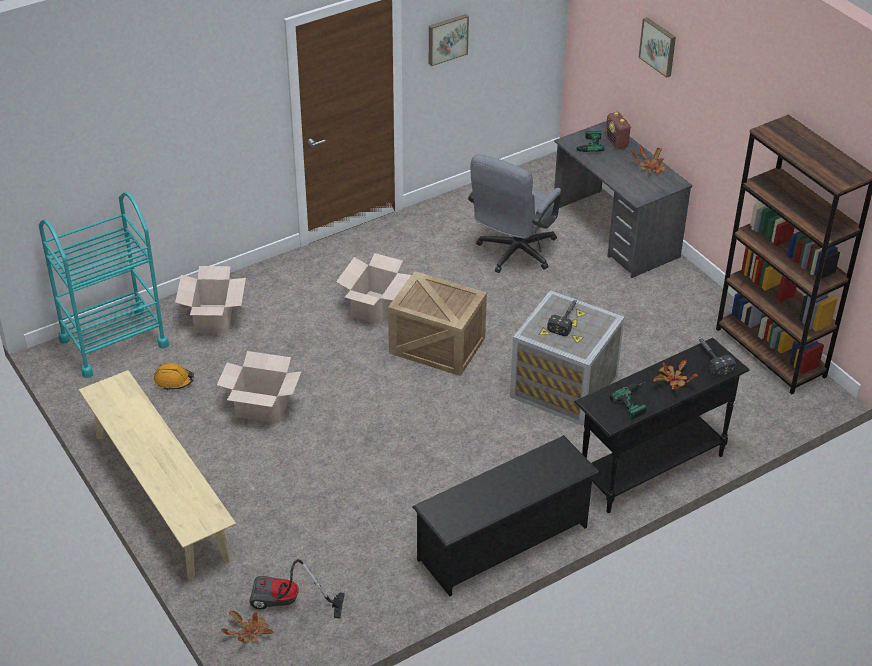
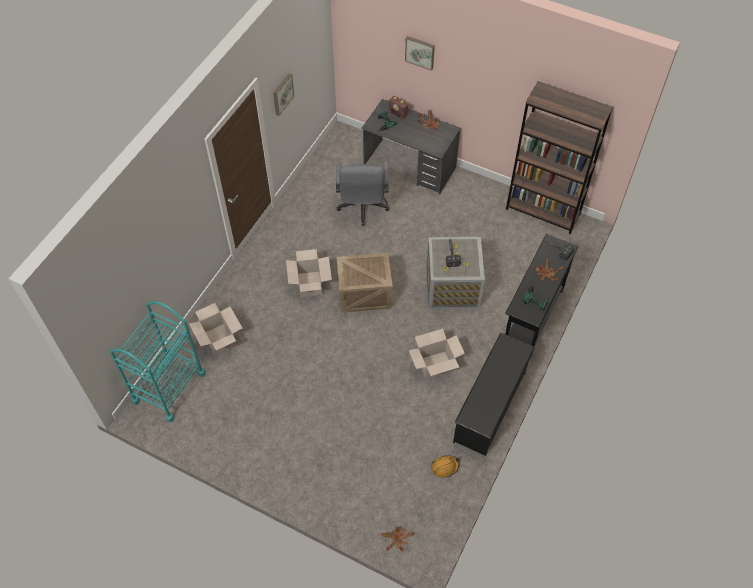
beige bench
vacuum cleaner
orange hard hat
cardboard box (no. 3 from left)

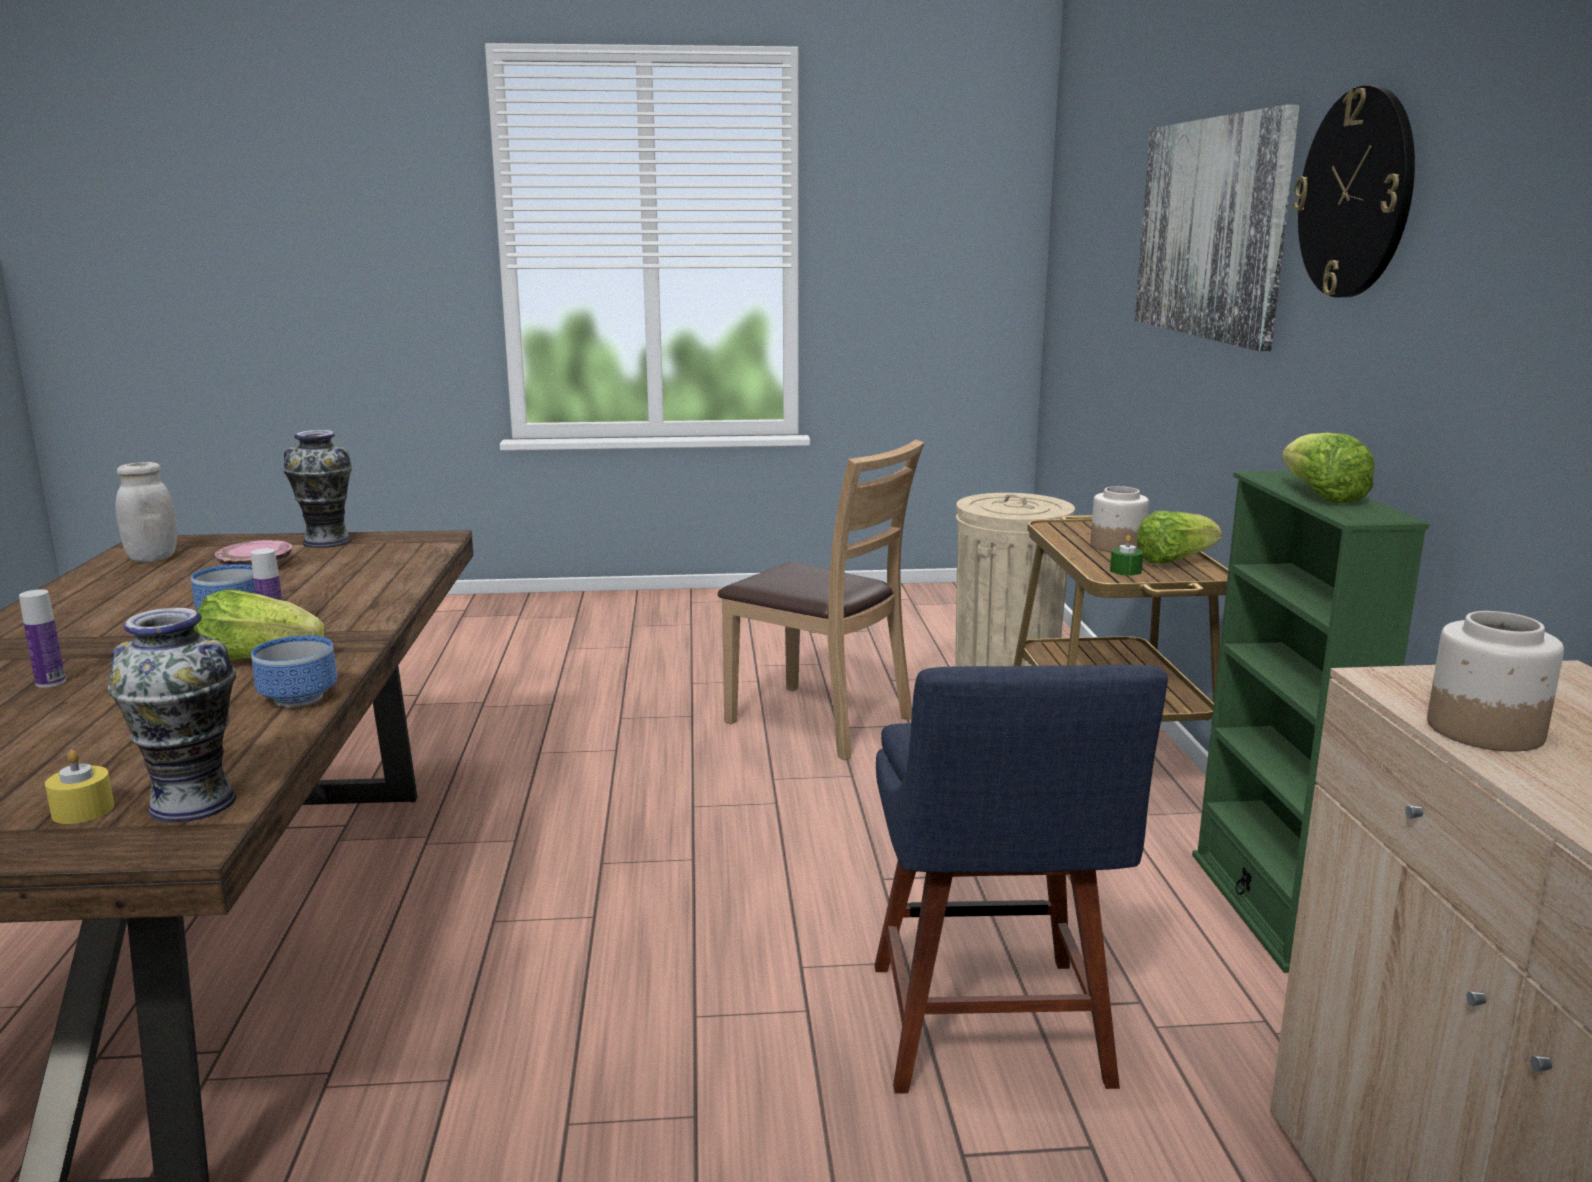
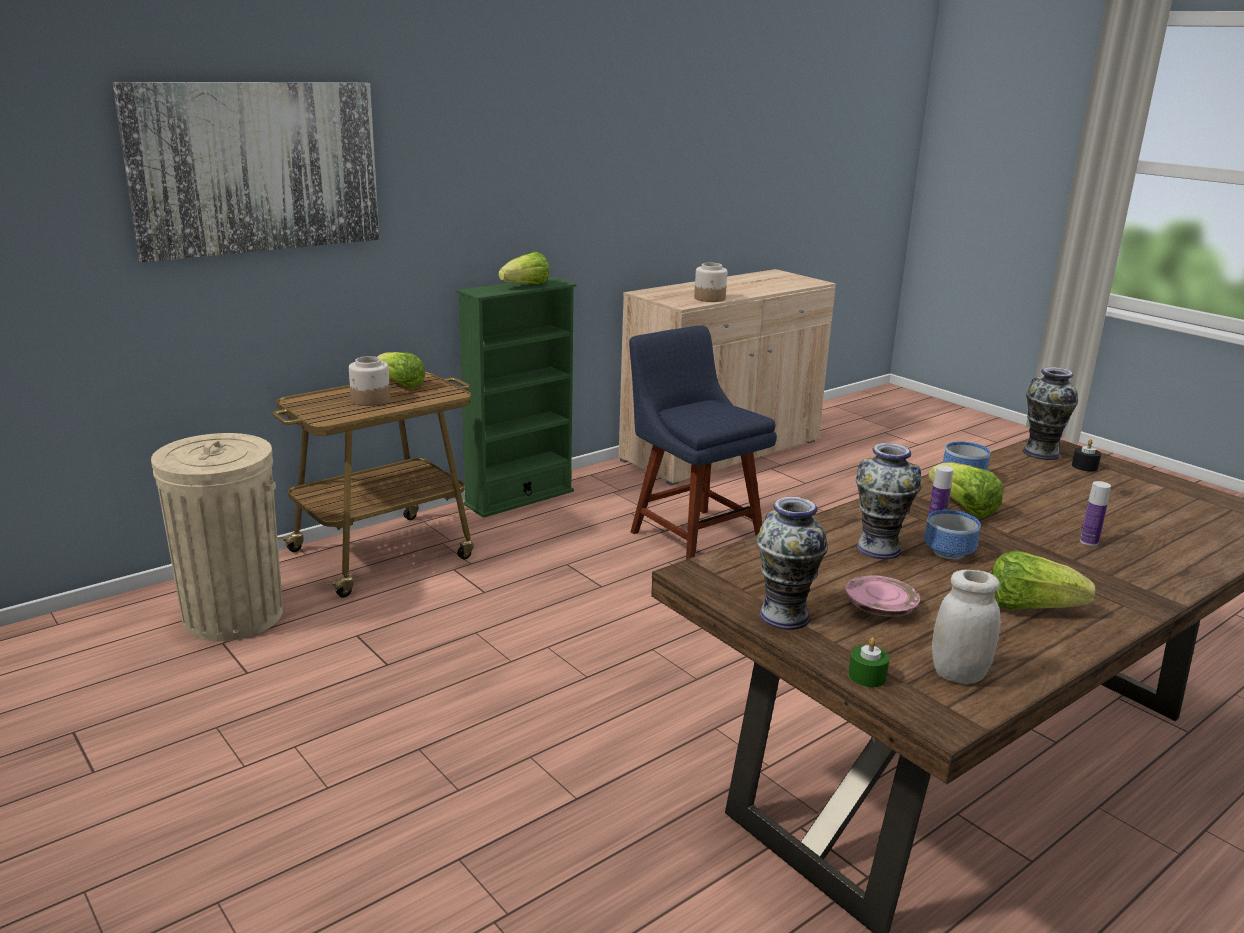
brown chair
wall clock
vase (no. 2 from left)
lettuce (no. 4 from left)
green candle
black candle
blue chair

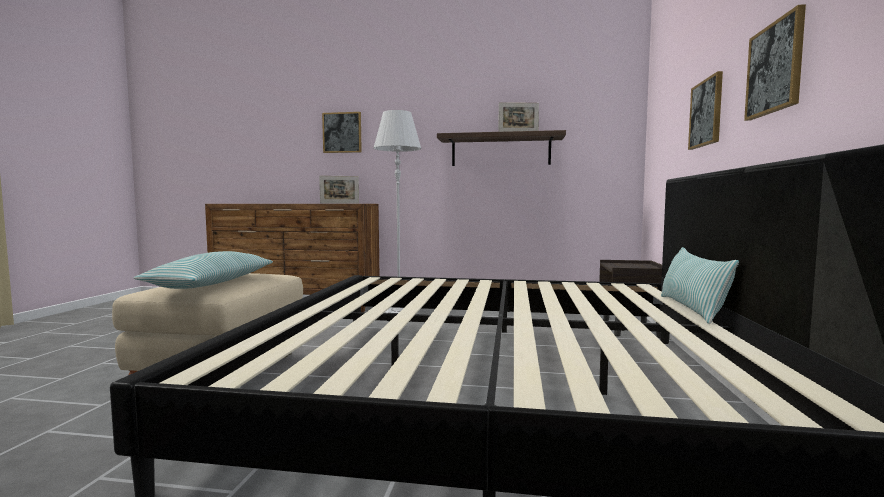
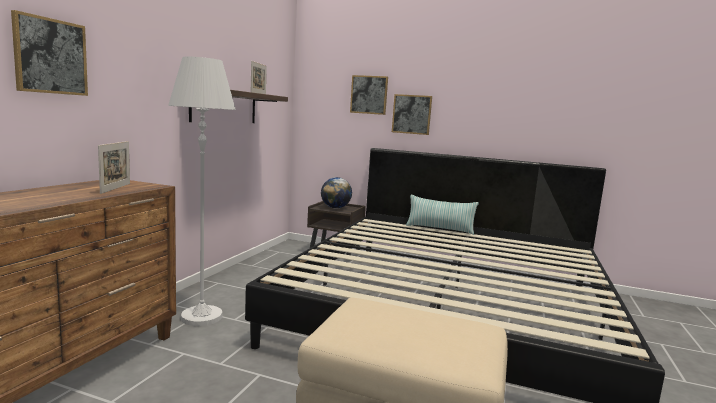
pillow (no. 1 from left in the first image)
globe
picture (no. 2 from left)

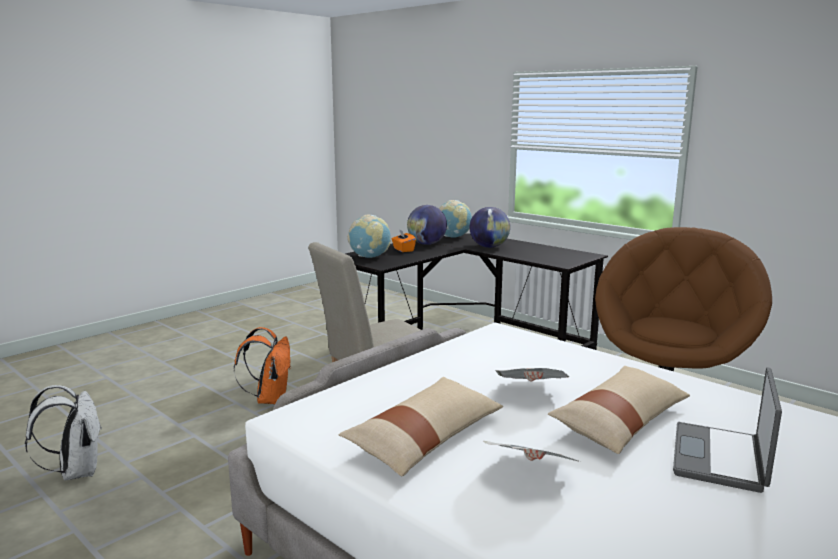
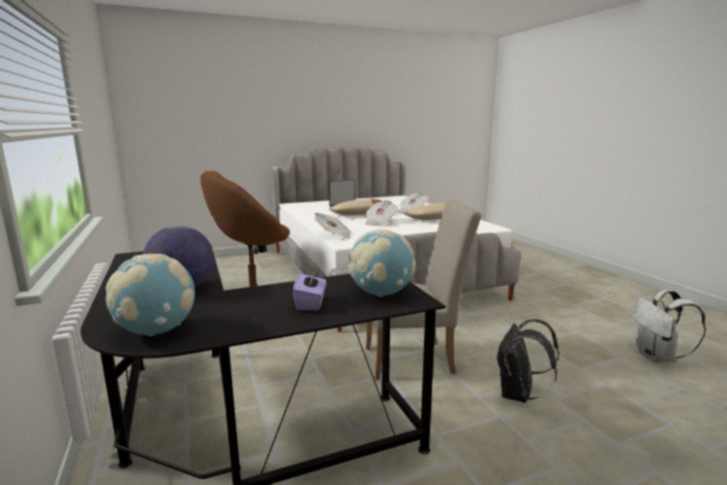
globe (no. 2 from left in the first image)
newspaper (no. 1 from left)
black backpack
purple tissue box

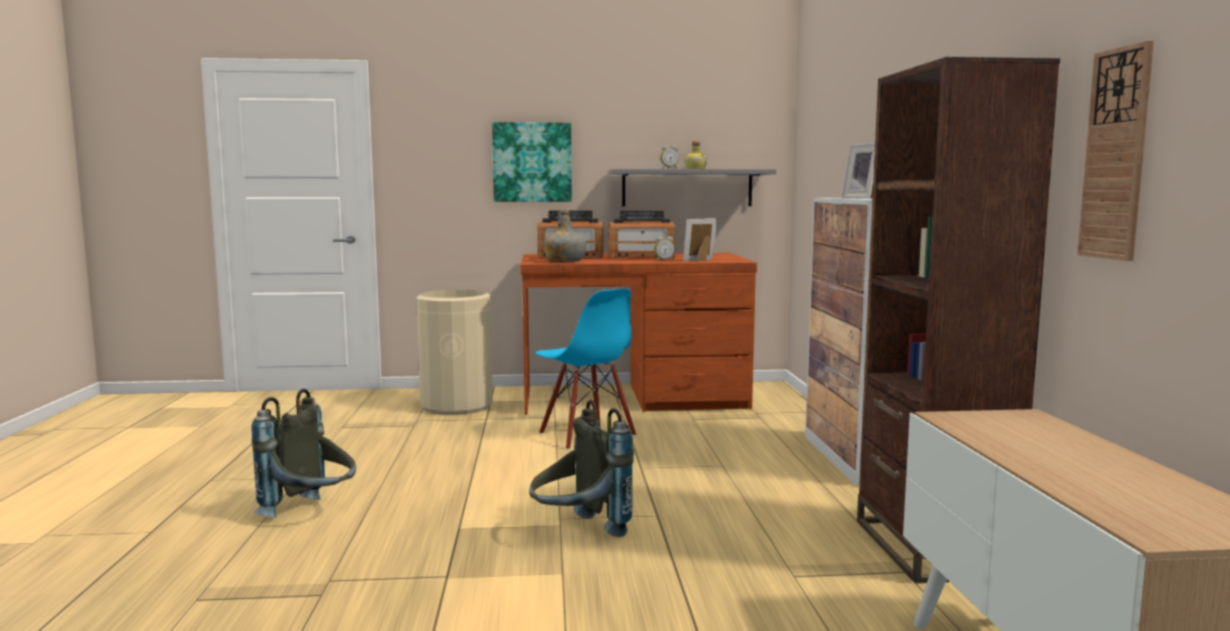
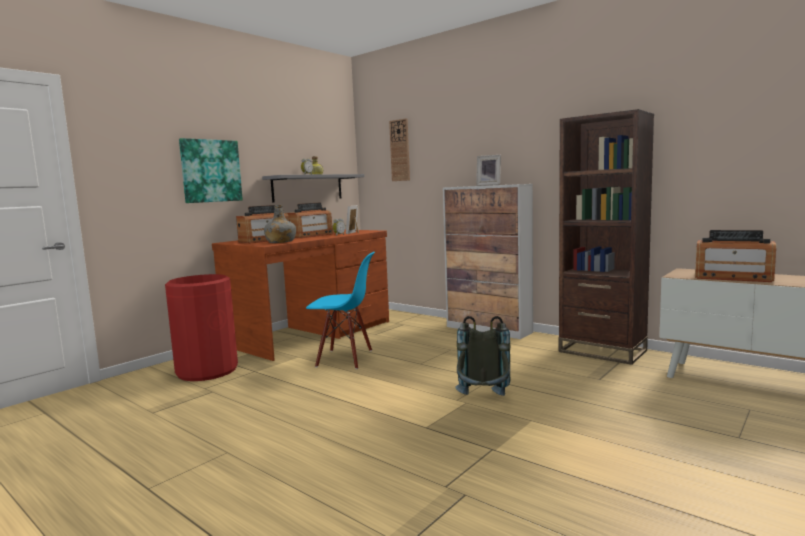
grey backpack (no. 1 from left in the first image)
radio (no. 3 from left)
wall clock
red trash can

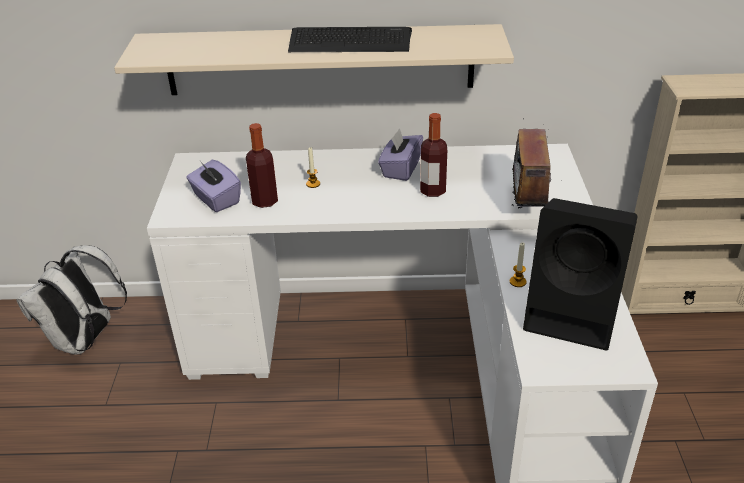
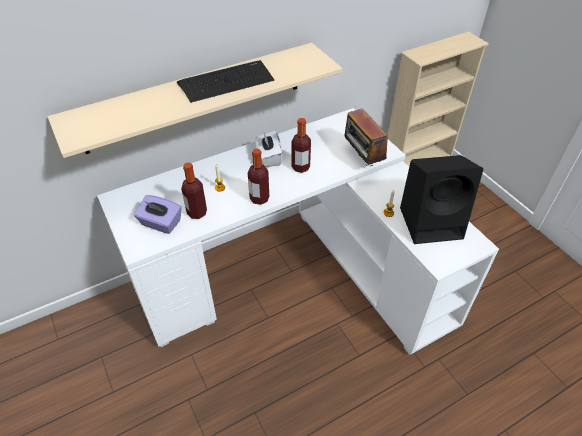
white backpack
bottle (no. 2 from left)
white tissue box

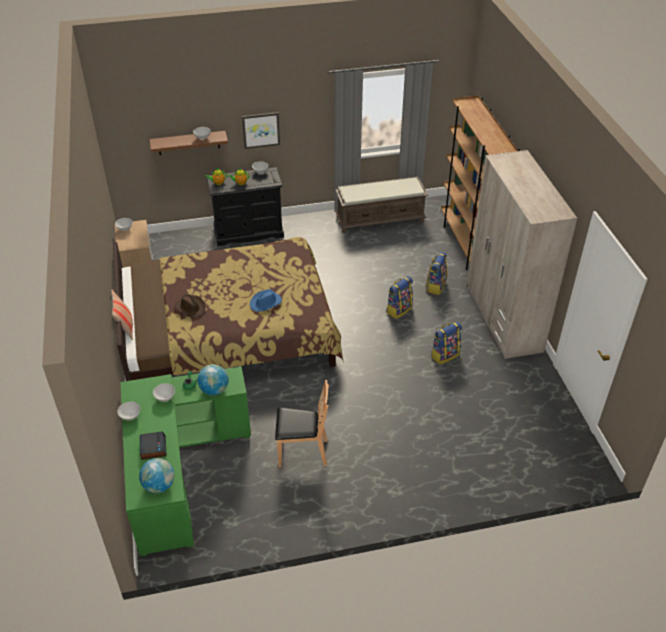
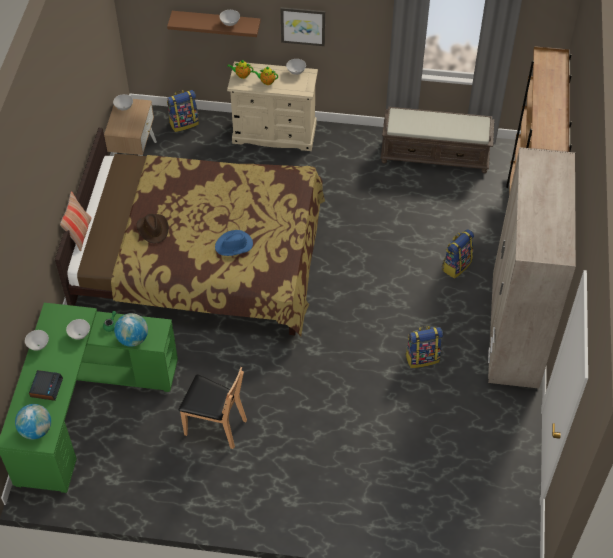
backpack (no. 1 from left)
beige dresser

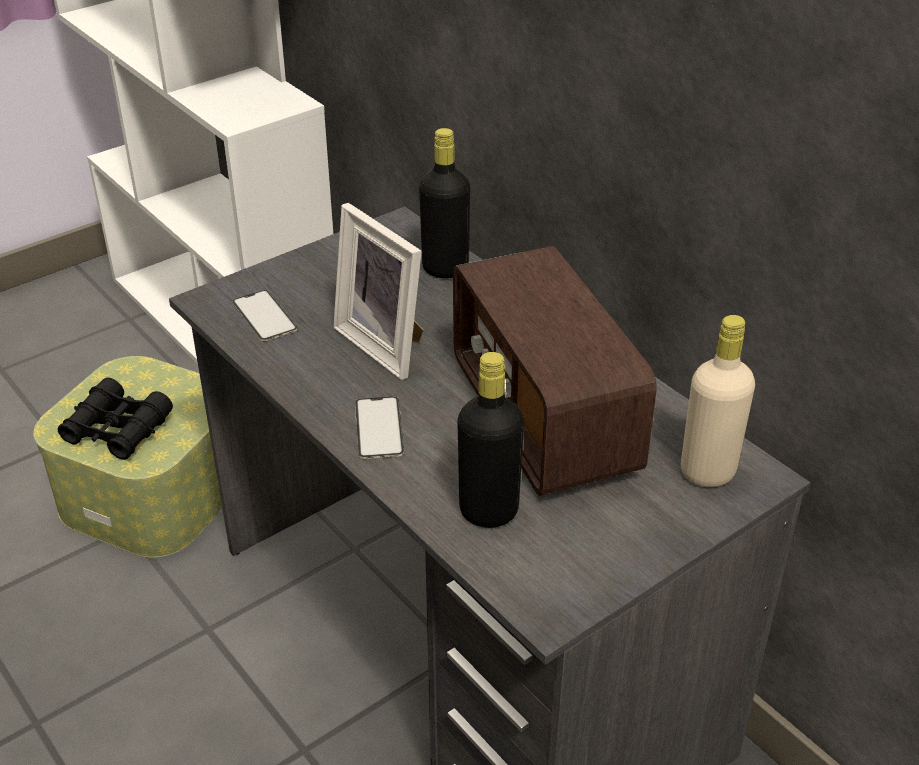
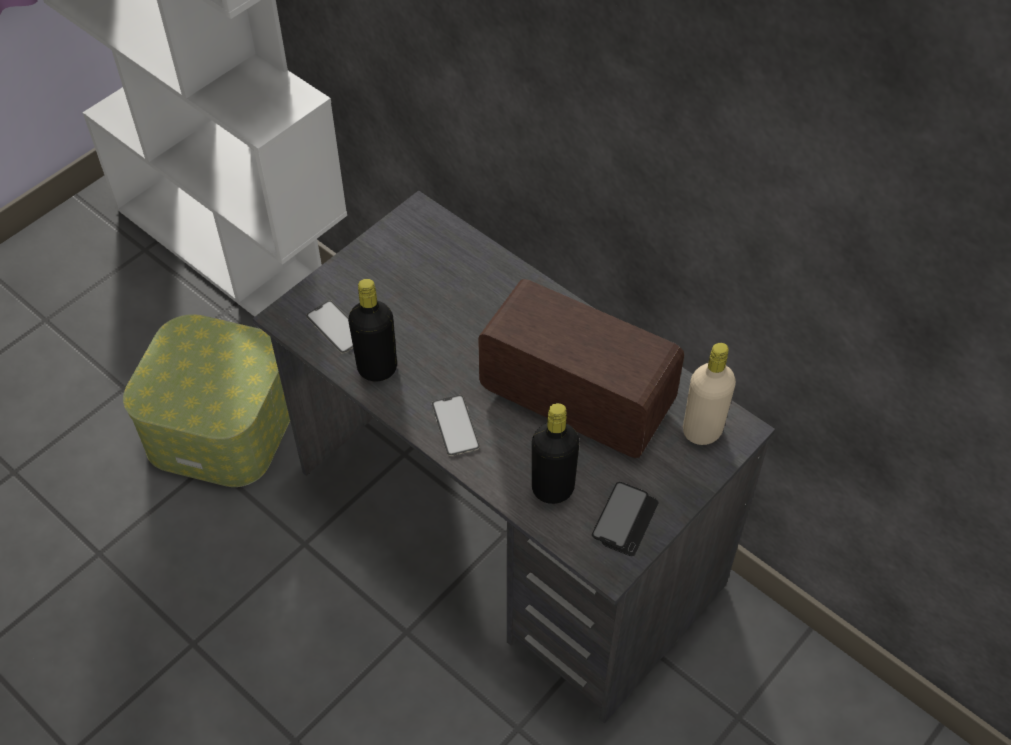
black binoculars
picture frame
phone (no. 3 from left)
black bottle (no. 1 from left)
radio

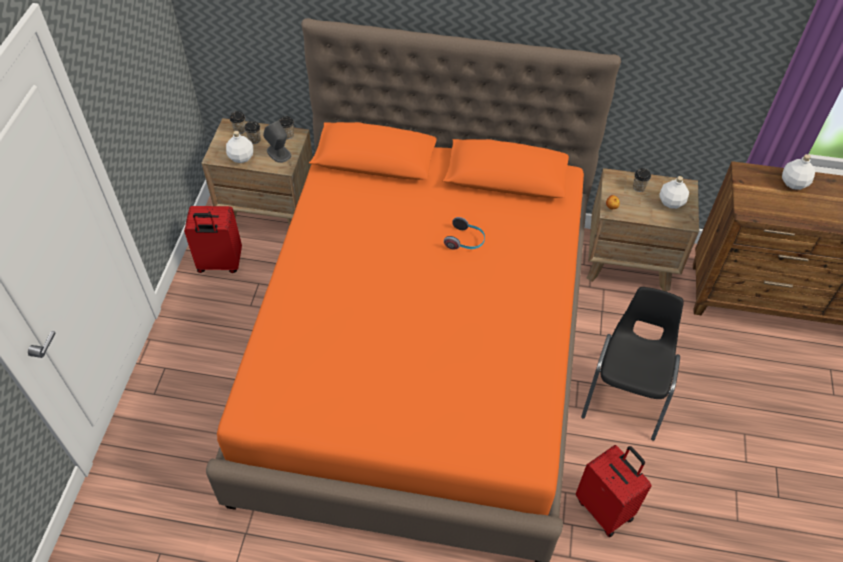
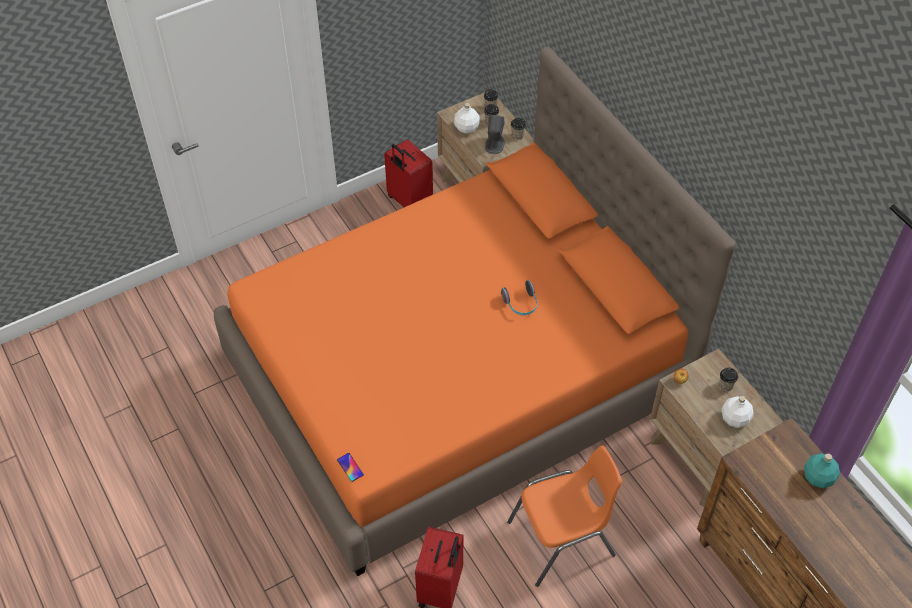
phone
orange chair
turquoise bottle

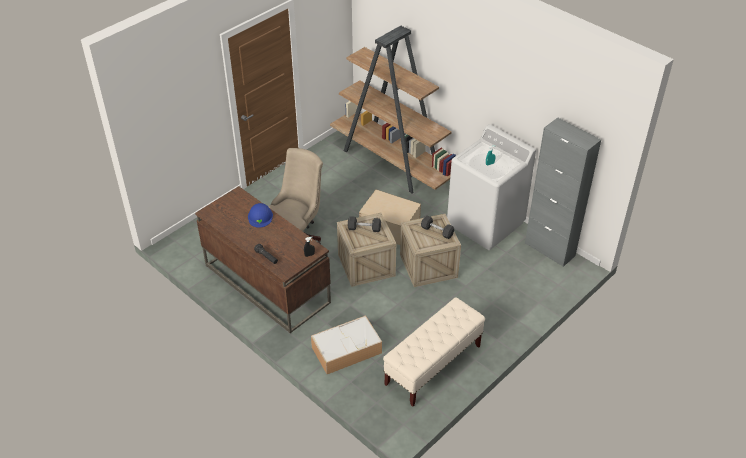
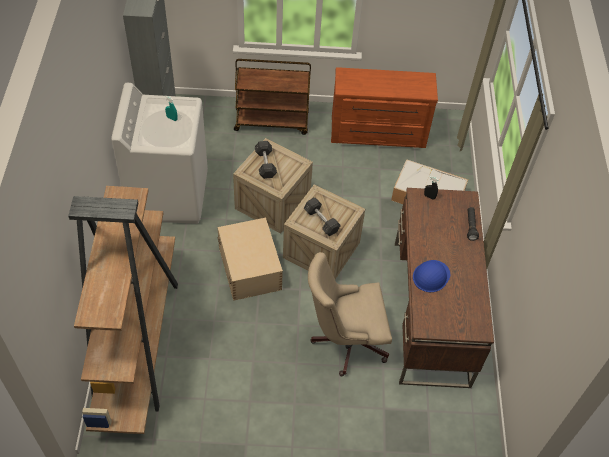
brown cart
brown dresser

